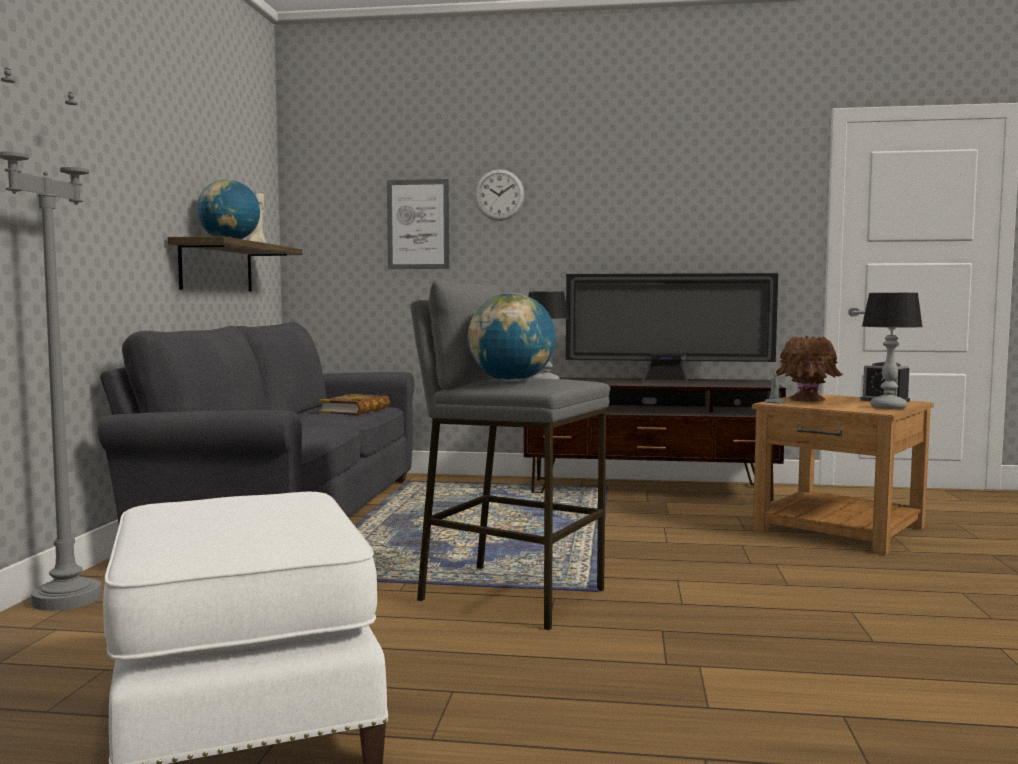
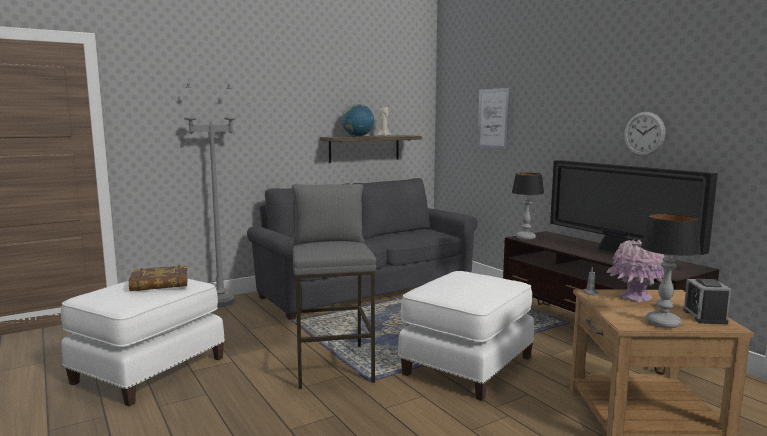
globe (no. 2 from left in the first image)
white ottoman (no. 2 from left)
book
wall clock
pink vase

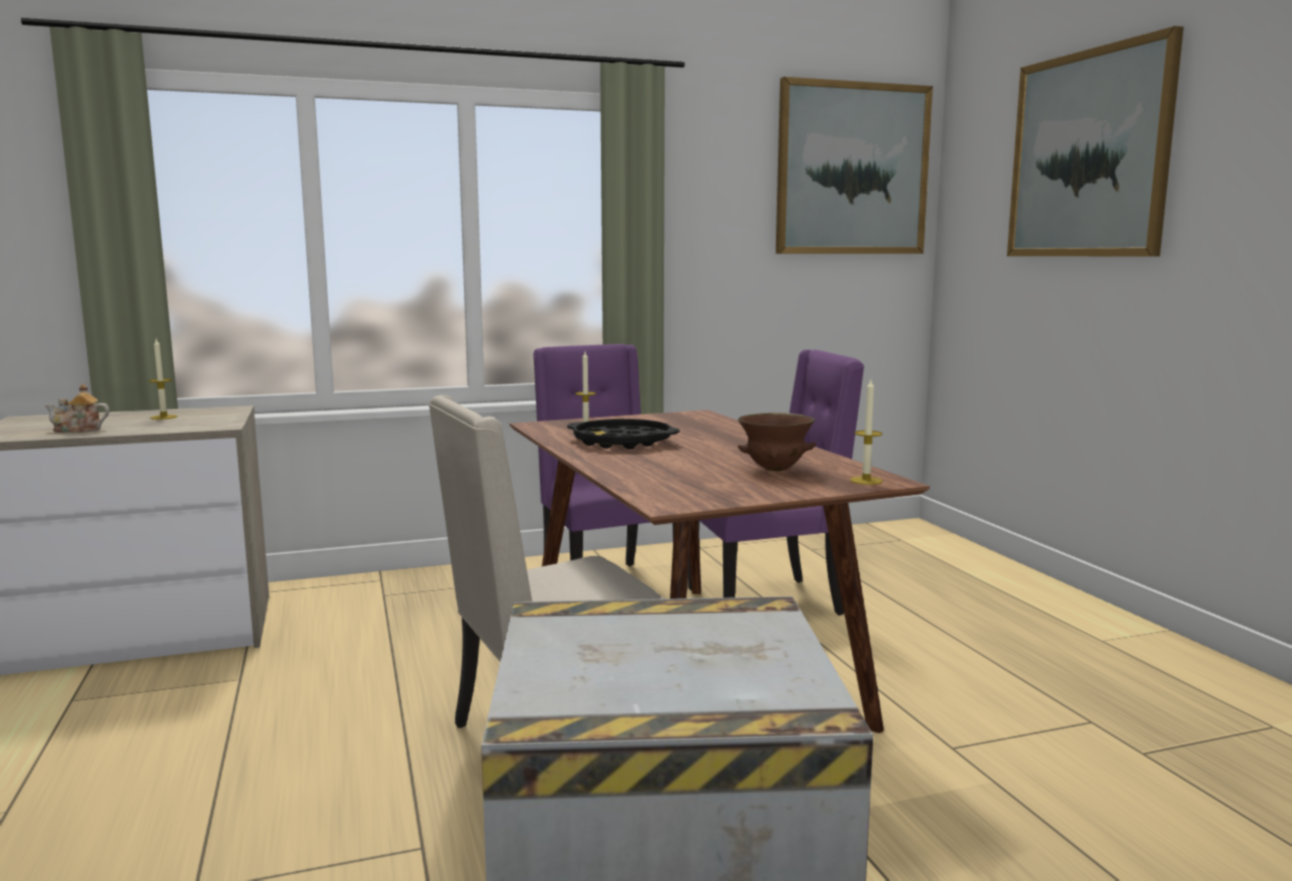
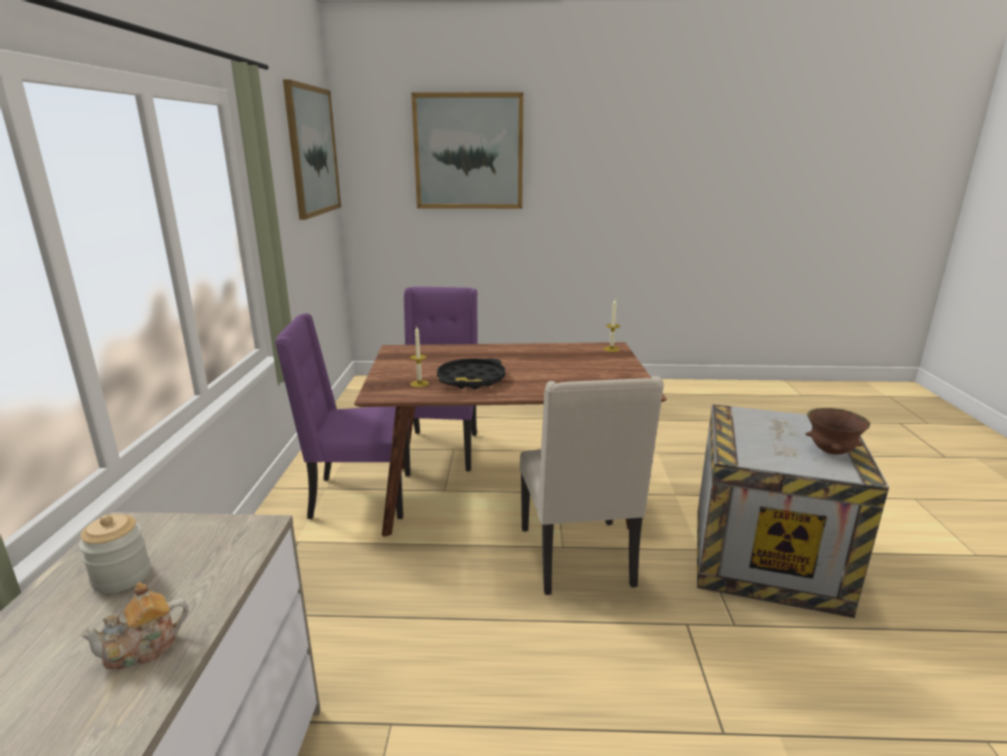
brown bowl
jar
teapot

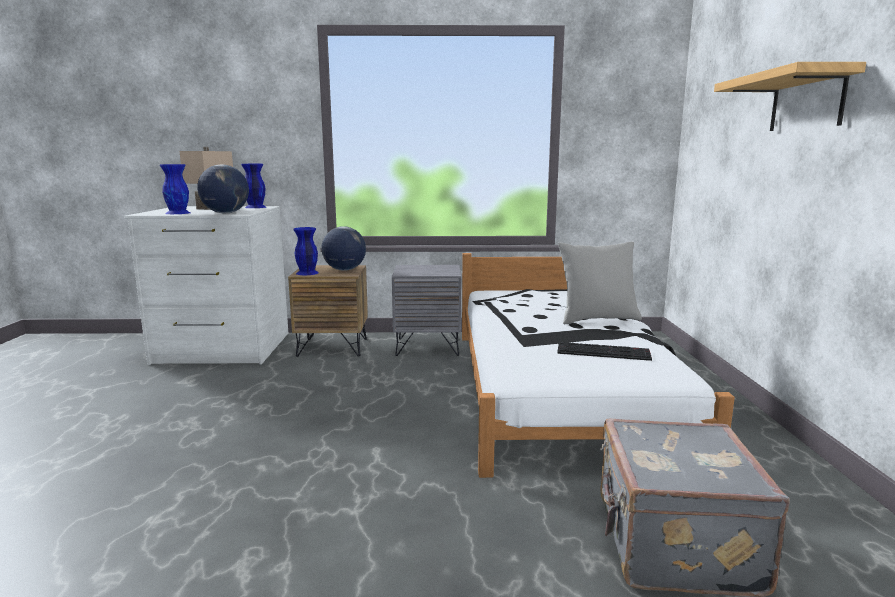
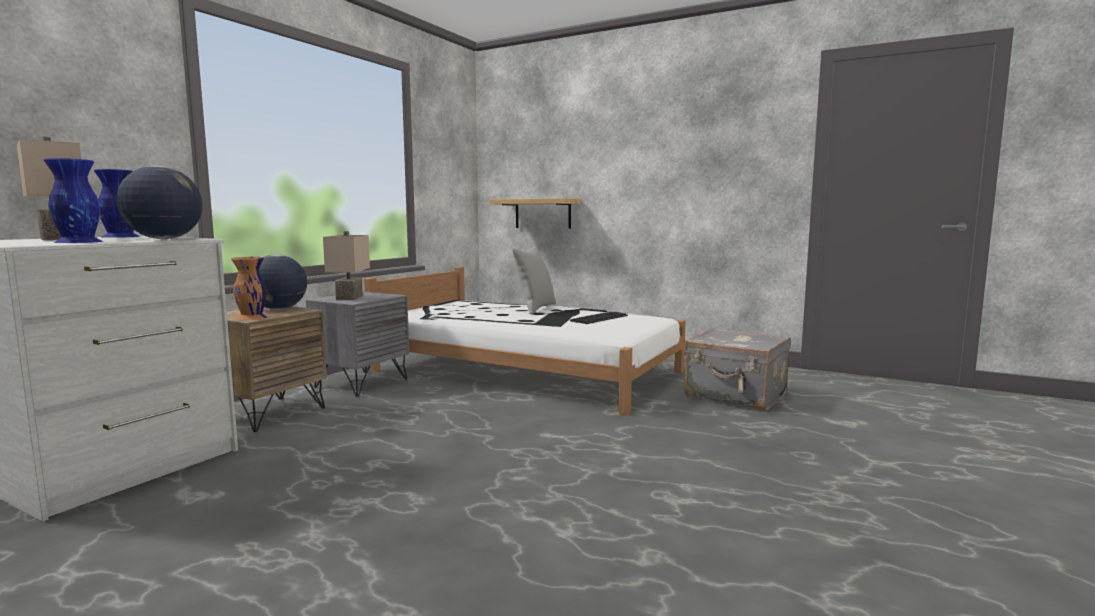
beige table lamp (no. 2 from left)
shelf
orange vase

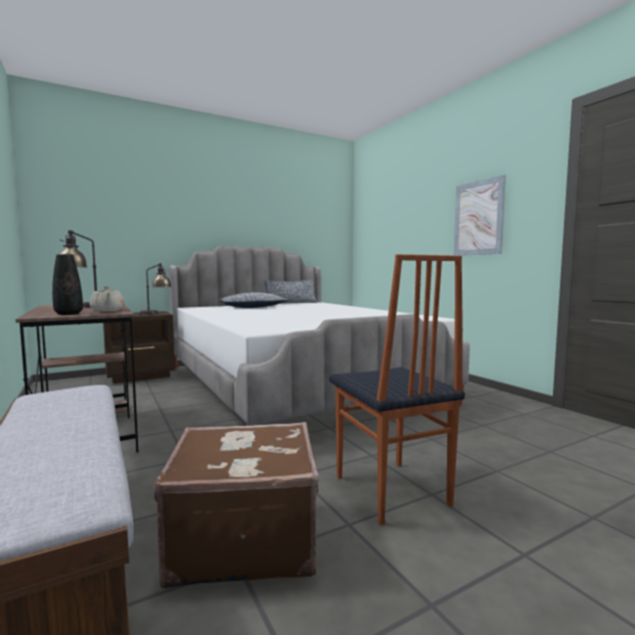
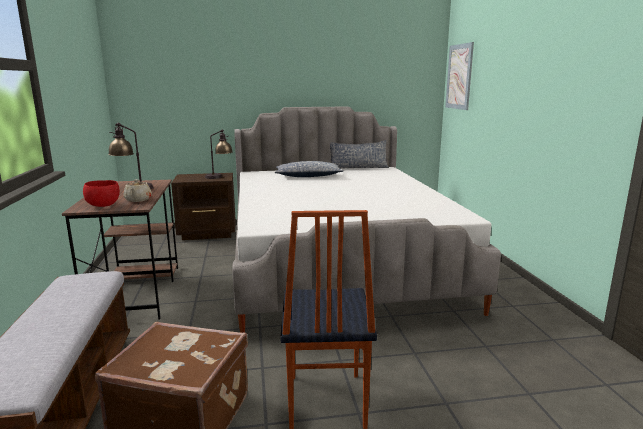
picture
red bowl

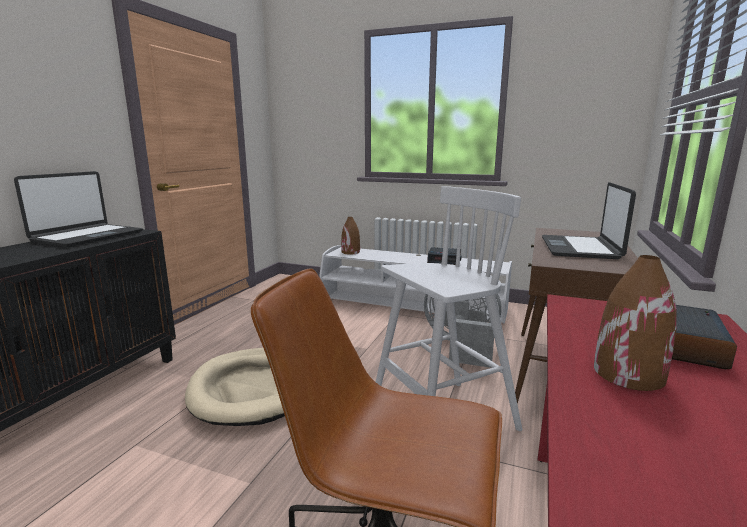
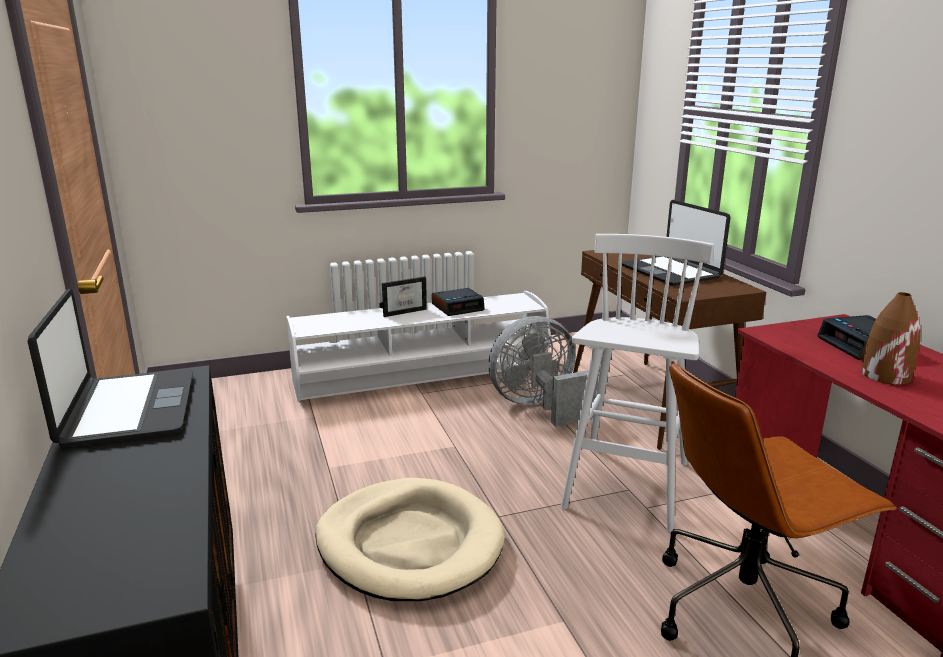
brown vase (no. 1 from left in the first image)
picture frame

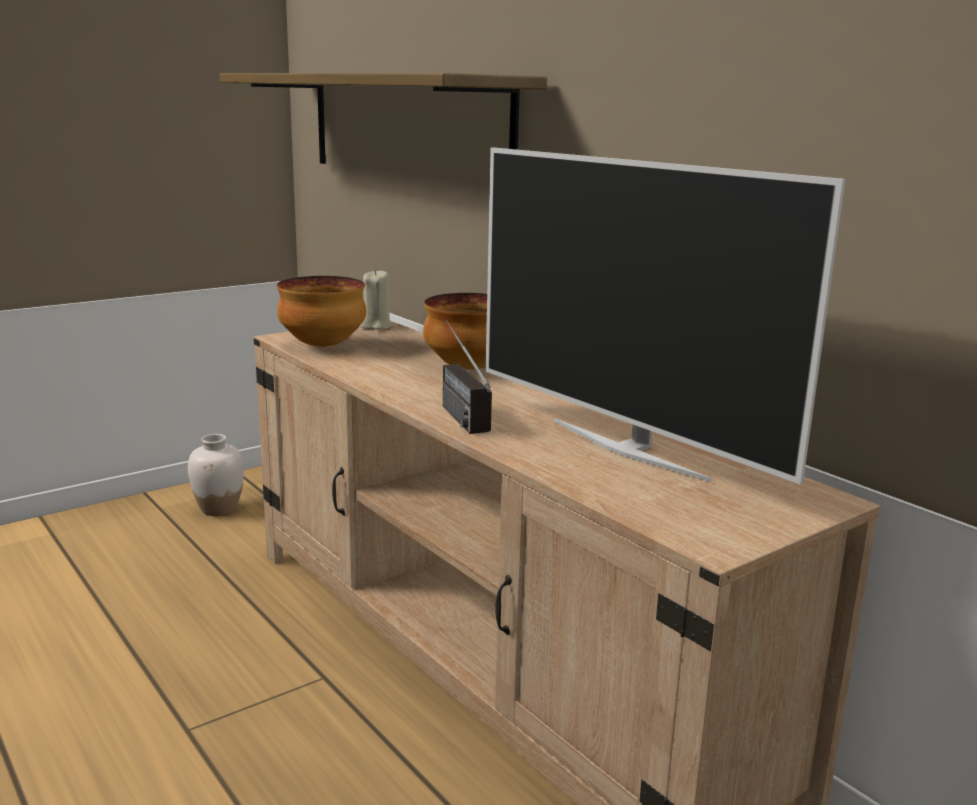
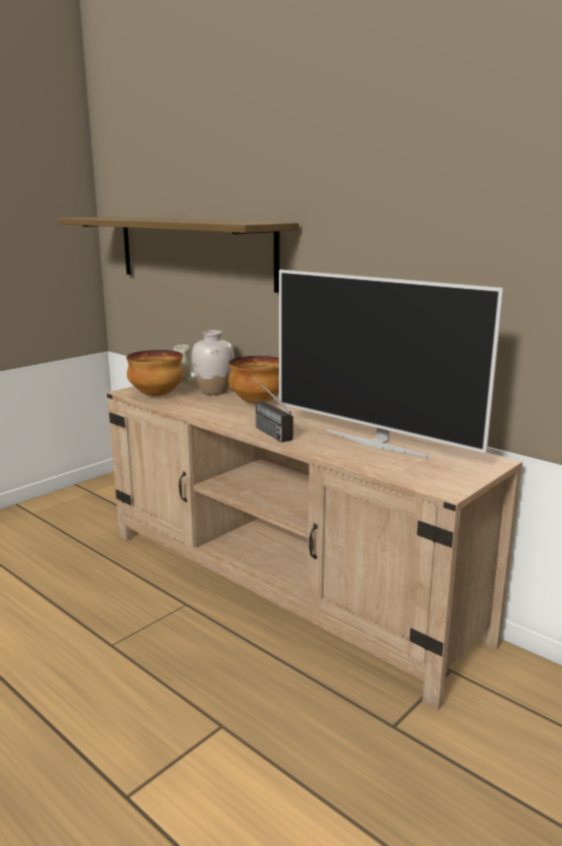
white vase

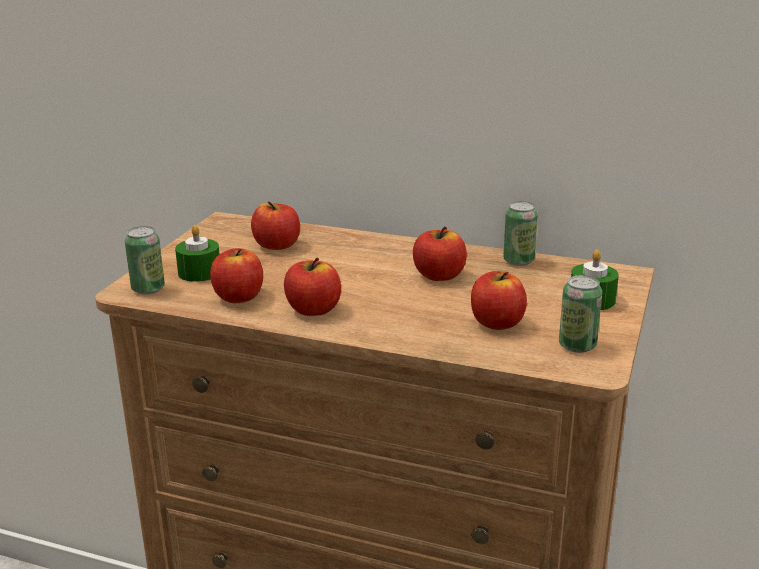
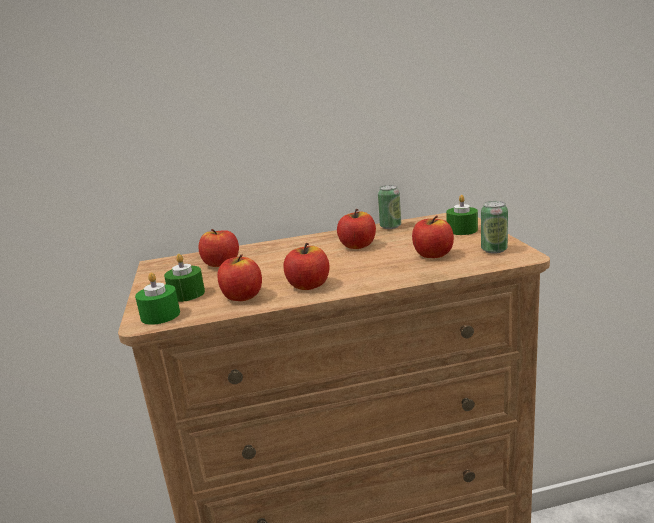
green candle (no. 1 from left)

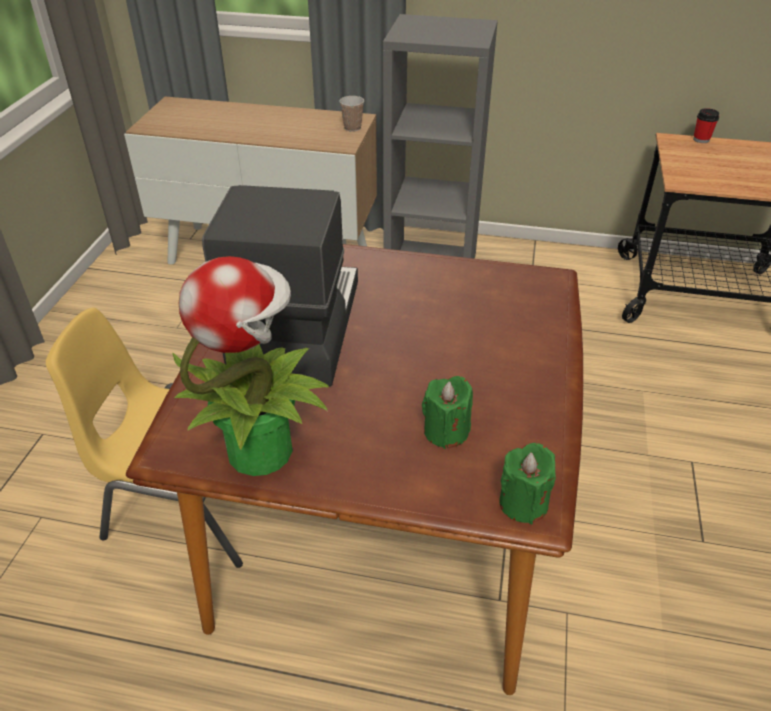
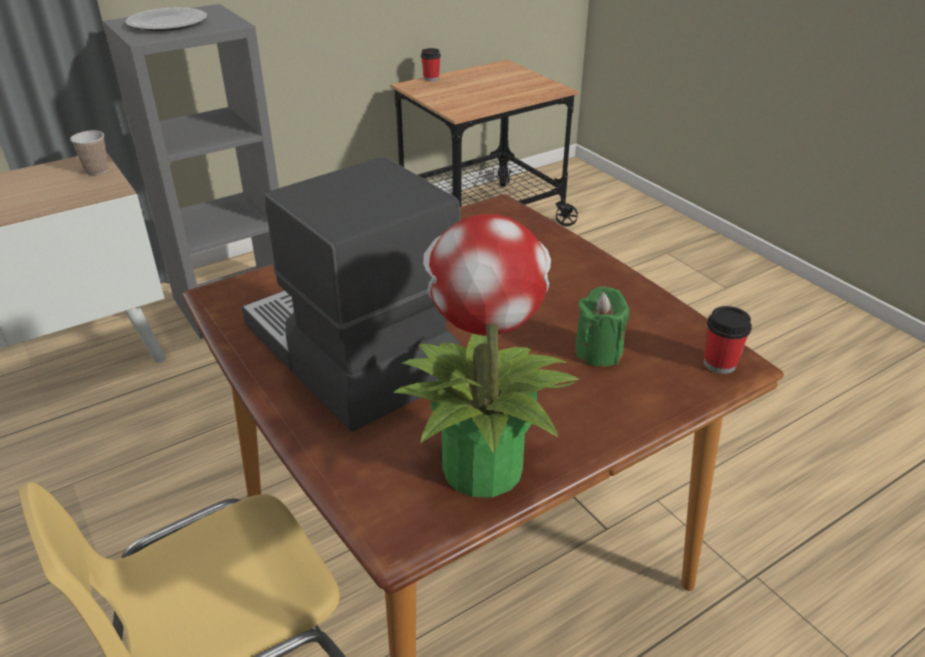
plate
cup (no. 3 from left)

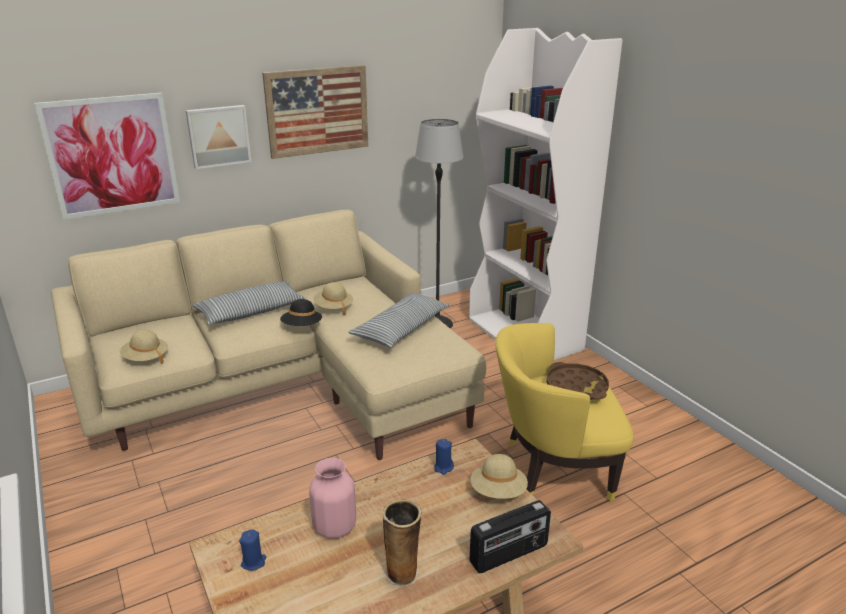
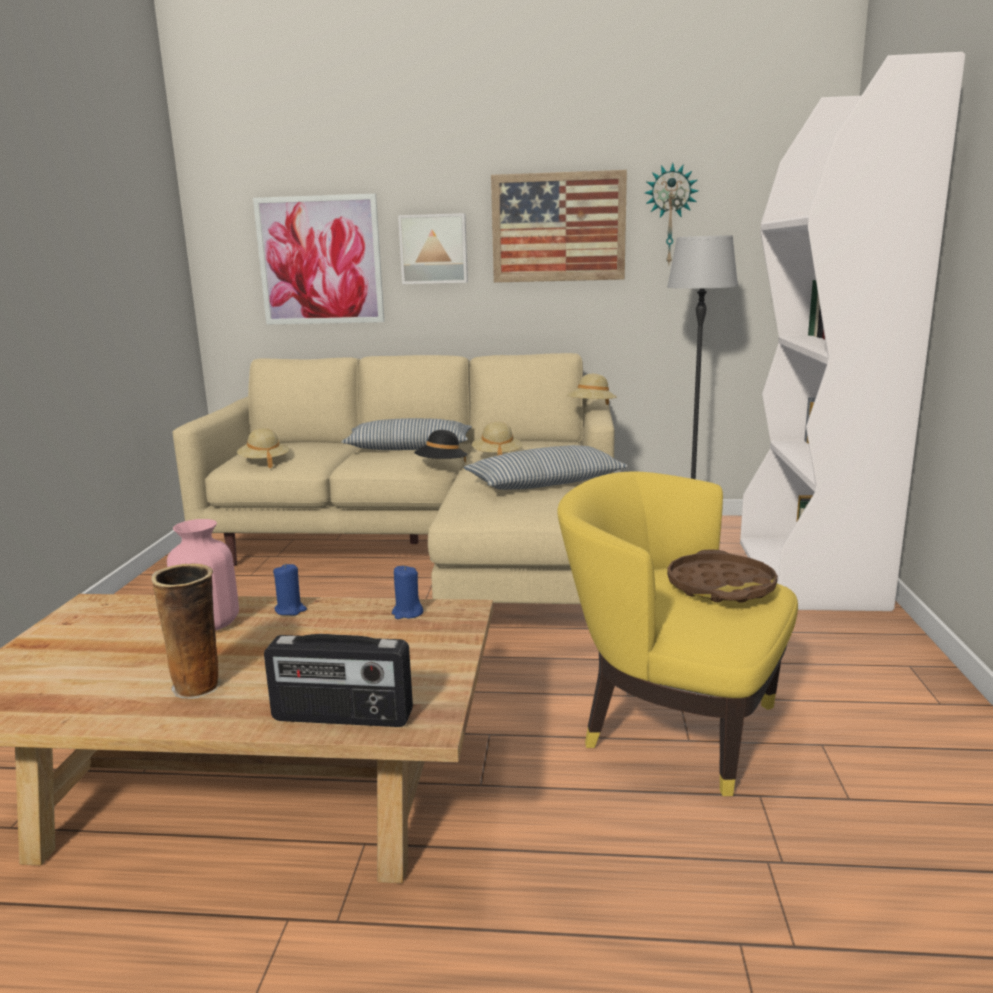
wall clock
blue candle (no. 1 from left)
beige hat (no. 3 from left)

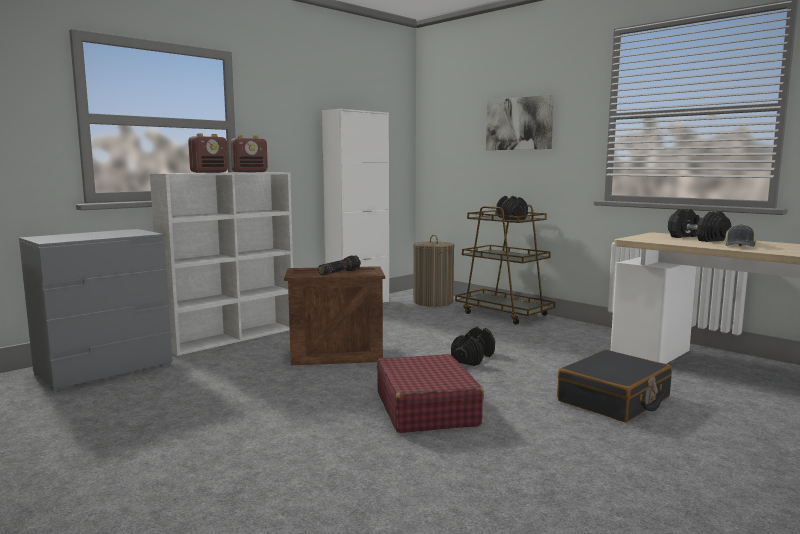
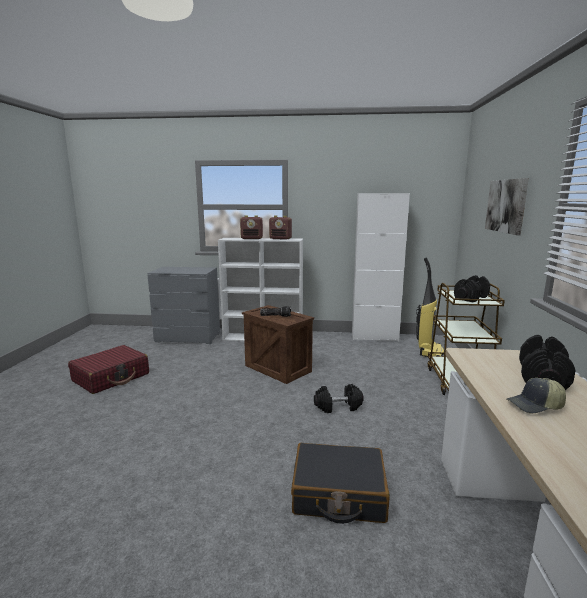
red suitcase
vacuum cleaner

